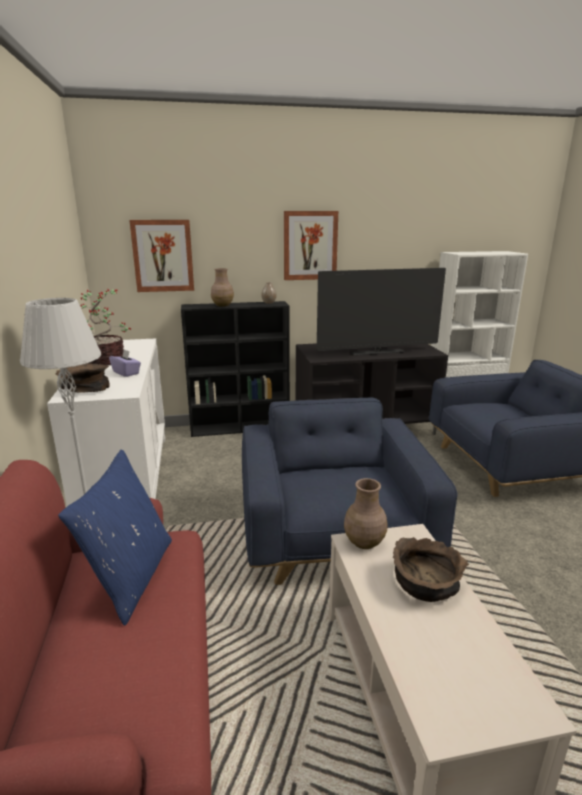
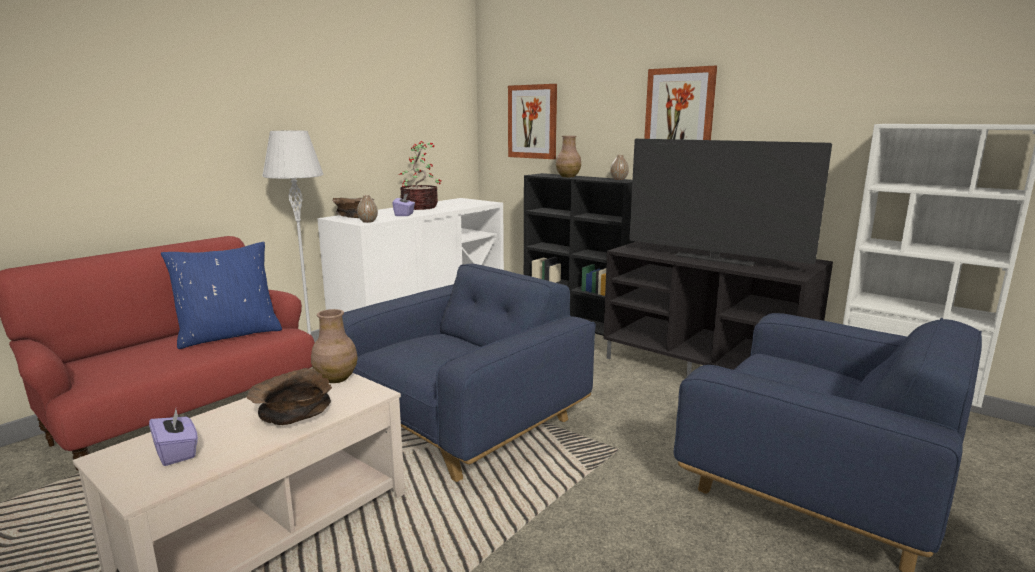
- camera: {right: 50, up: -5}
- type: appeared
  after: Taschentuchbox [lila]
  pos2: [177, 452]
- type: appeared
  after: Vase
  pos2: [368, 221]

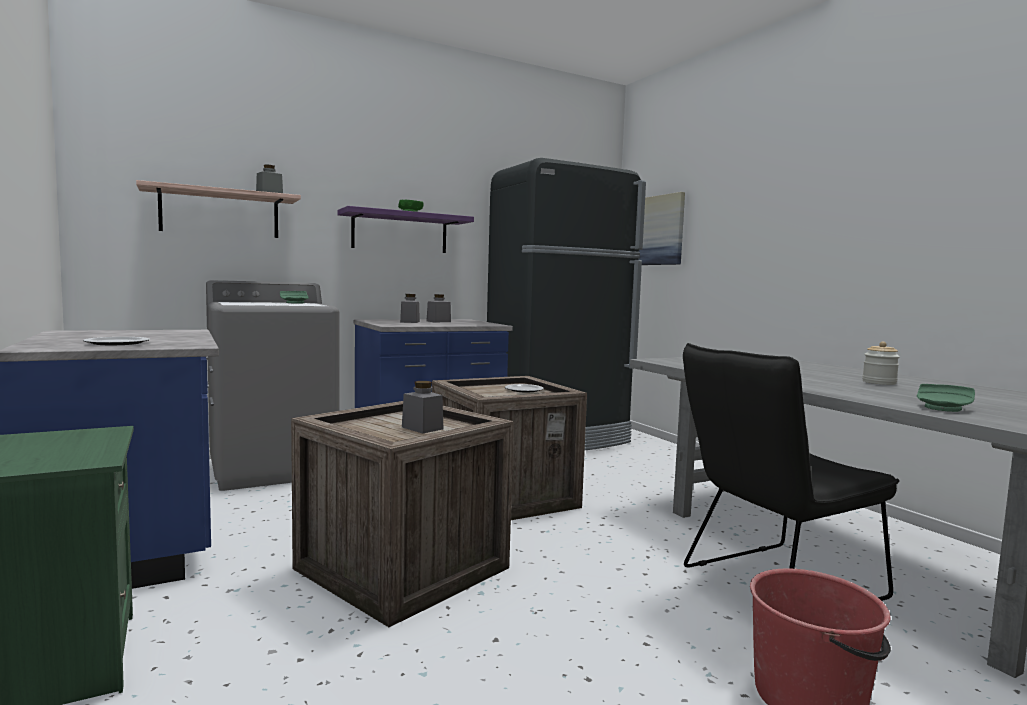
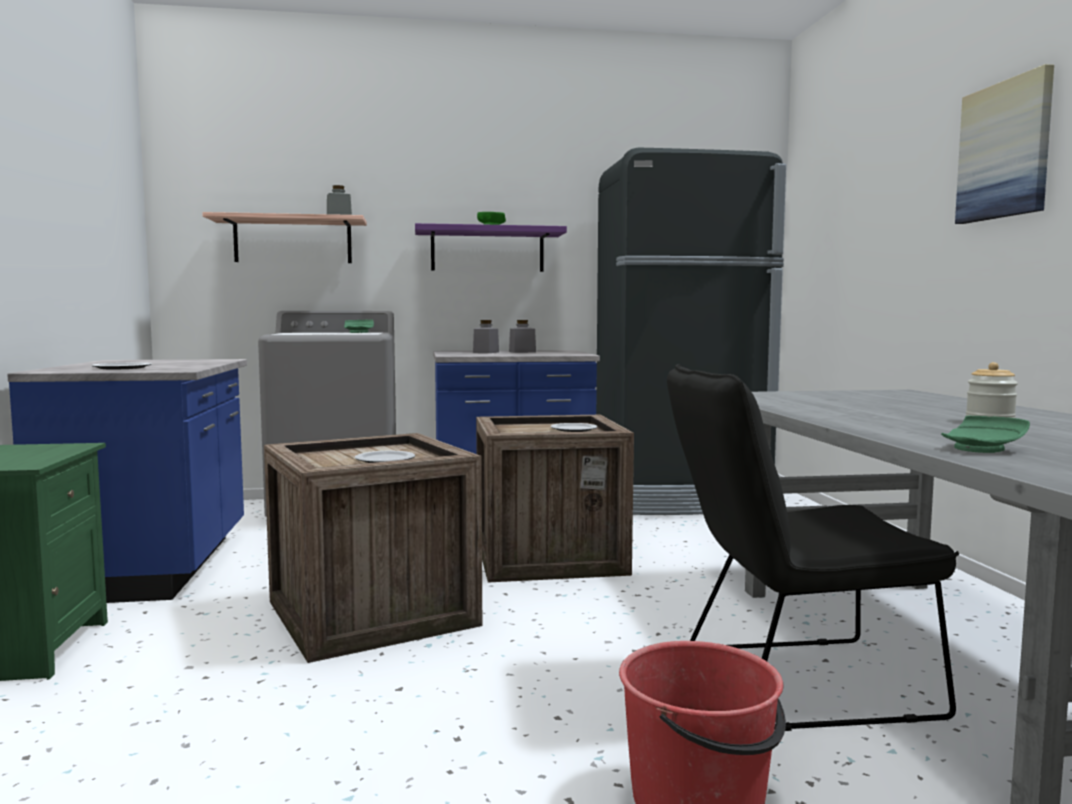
- camera: {right: 20, up: 0}
- type: exchanged
  before: Vorratsglas [grau]
  after: Teller
  pos1: [422, 428]
  pos2: [384, 459]
- type: relocated
  before: Bild
  pos1: [662, 230]
  pos2: [1004, 150]

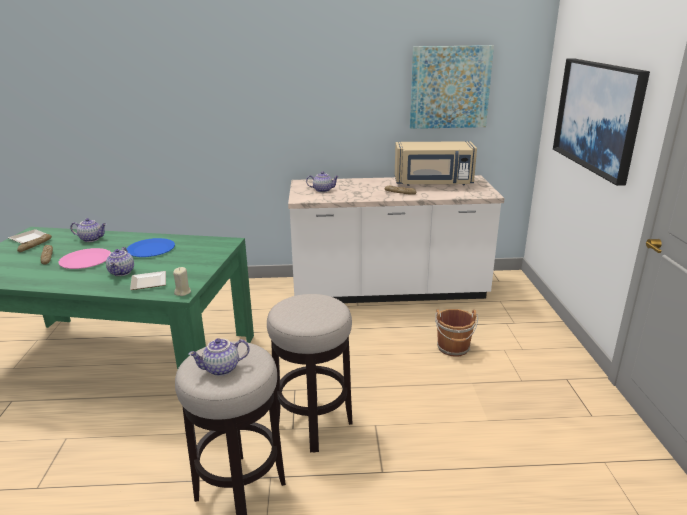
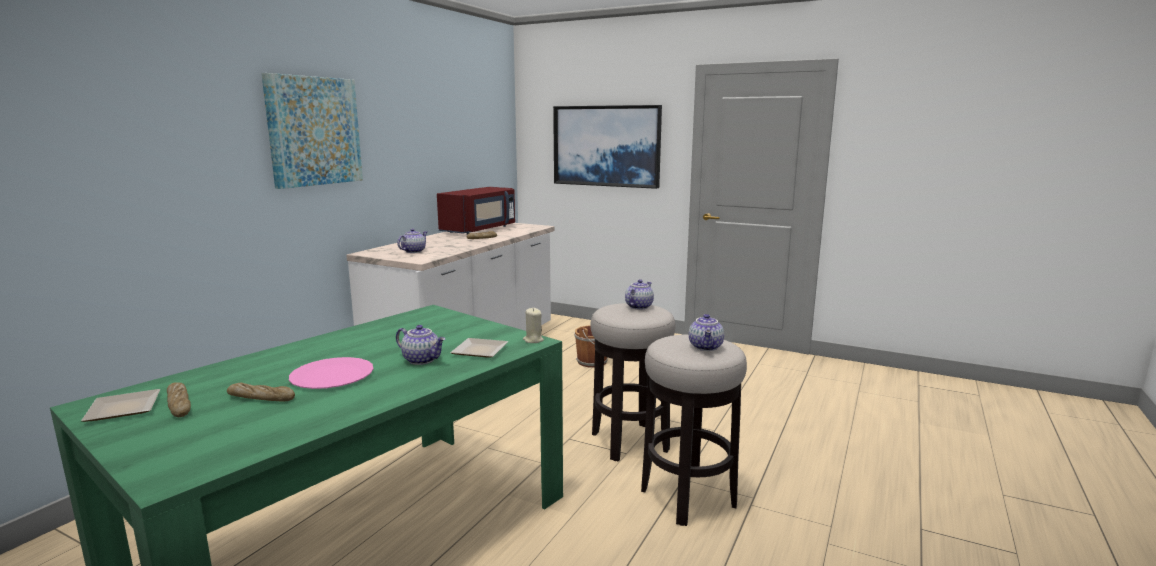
- camera: {right: -60, up: -10}
- type: relocated
  before: Bild
  pos1: [449, 87]
  pos2: [314, 131]
- type: colour
  before: Mikrowelle [beige]
  after: Mikrowelle [rot]
  pos1: [433, 183]
  pos2: [480, 230]
- type: relocated
  before: Teekanne
  pos1: [92, 239]
  pos2: [638, 306]
- type: missing
  before: Teller [blau]
  pos1: [151, 249]

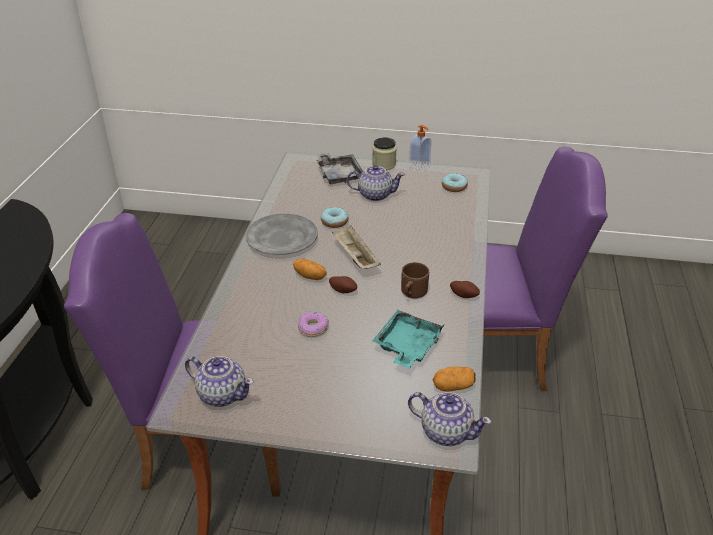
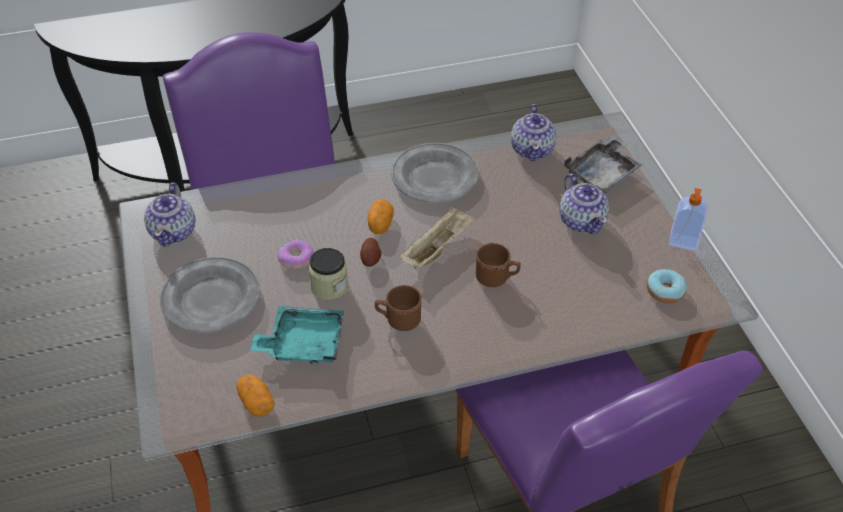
- camera: {right: 65, up: 10}
- type: appeared
  after: Teller [grau]
  pos2: [212, 298]
- type: relocated
  before: Vorratsglas
  pos1: [384, 164]
  pos2: [329, 286]
- type: appeared
  after: Henkelbecher [braun]
  pos2: [496, 278]
- type: relocated
  before: Teekanne
  pos1: [446, 431]
  pos2: [532, 149]
- type: missing
  before: Donut
  pos1: [334, 222]
- type: missing
  before: Kartoffel
  pos1: [464, 295]

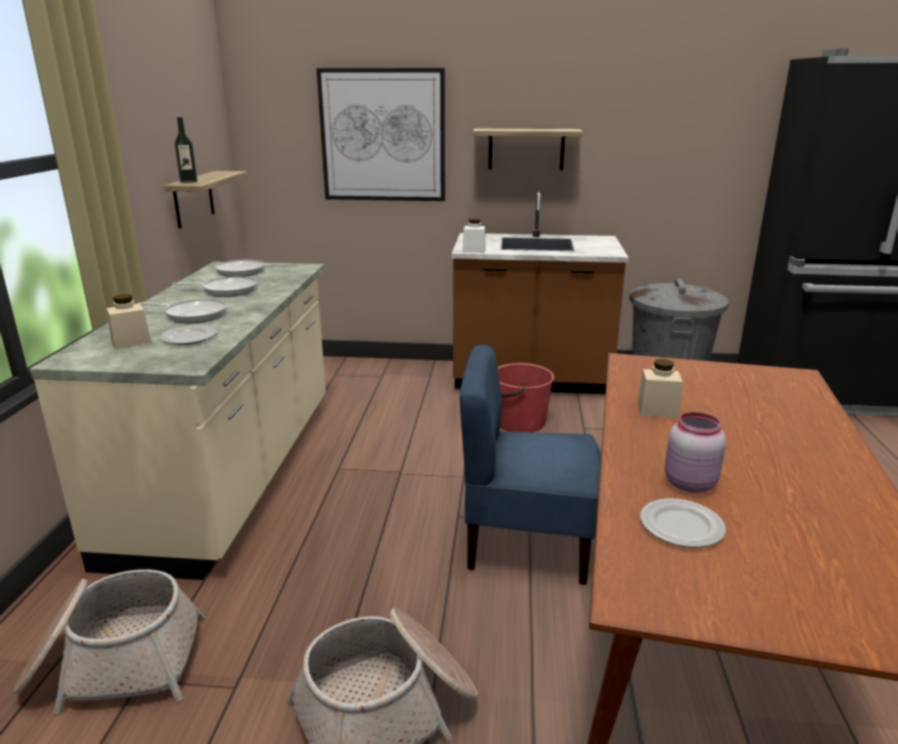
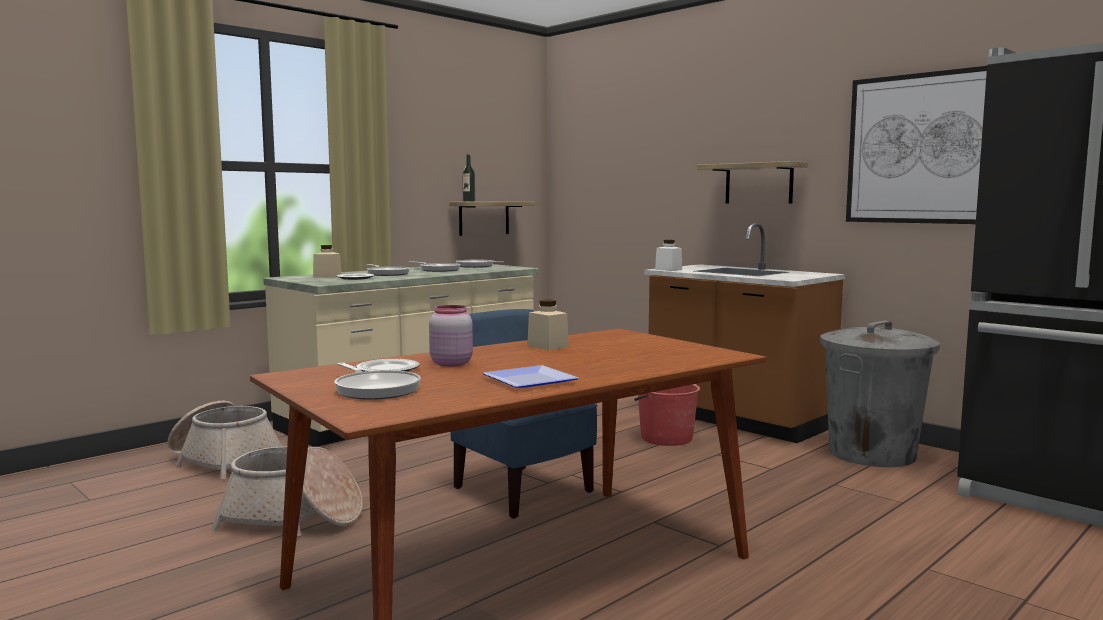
- camera: {right: 40, up: -15}
- type: appeared
  after: Pfanne
  pos2: [375, 389]
- type: appeared
  after: Teller
  pos2: [533, 381]
- type: relocated
  before: Bild
  pos1: [383, 136]
  pos2: [922, 148]

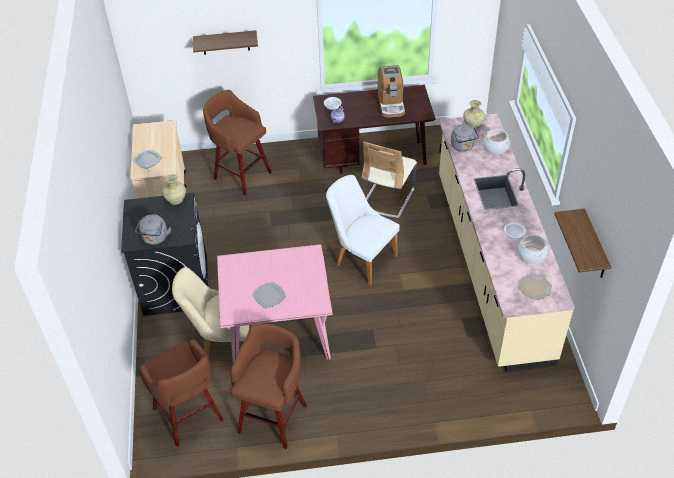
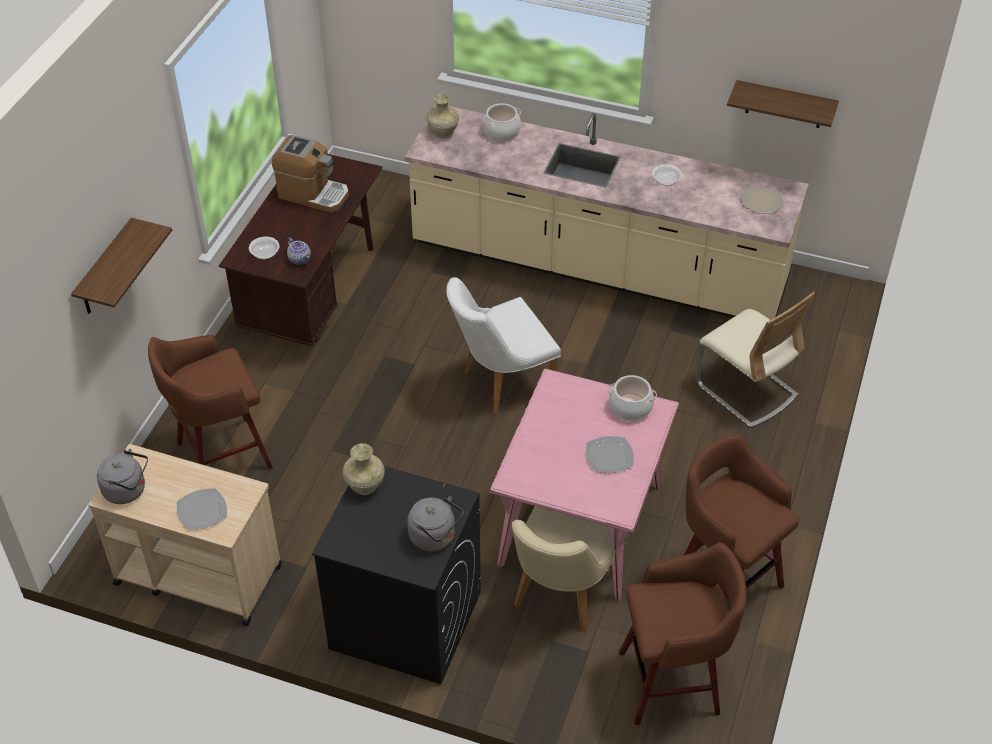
- camera: {right: -65, up: 0}
- type: relocated
  before: Wasserkessel [grau]
  pos1: [463, 146]
  pos2: [128, 490]
- type: relocated
  before: Kochtopf
  pos1: [531, 255]
  pos2: [630, 407]
- type: relocated
  before: Stuhl [beige]
  pos1: [388, 198]
  pos2: [746, 390]

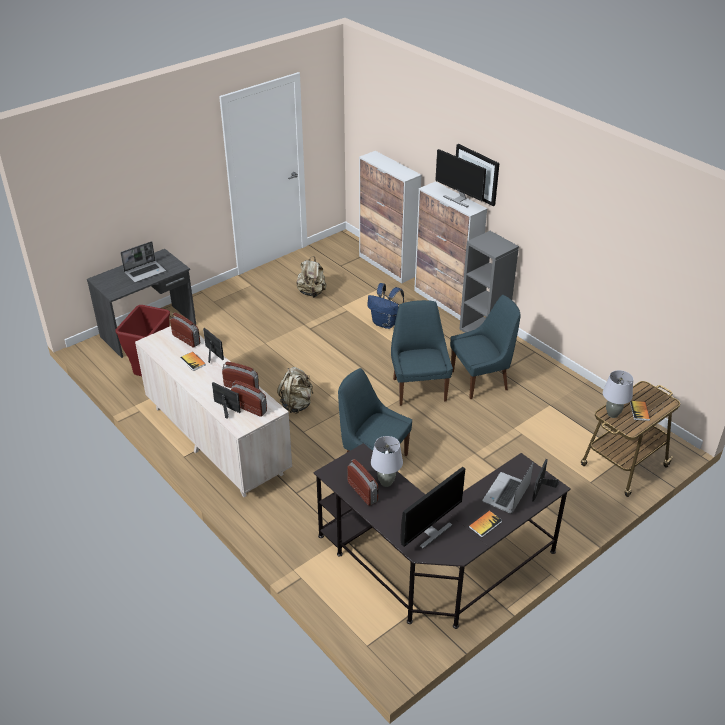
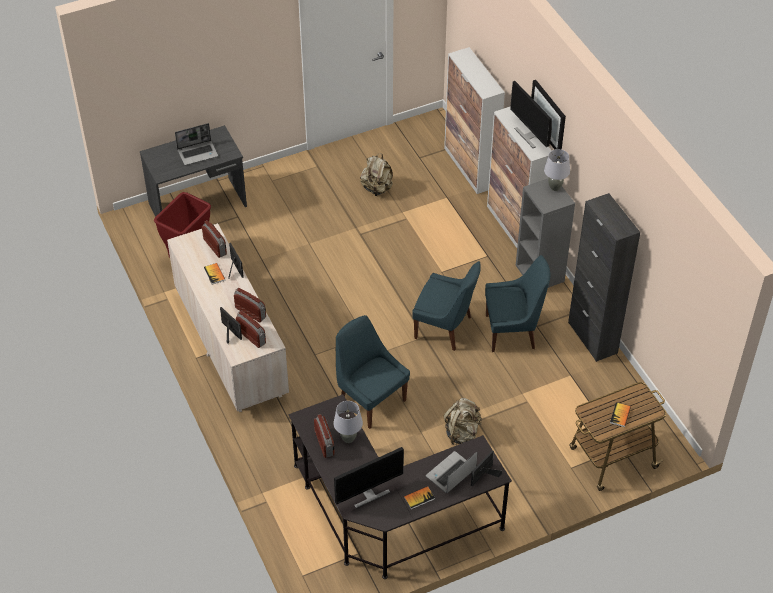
- camera: {right: 15, up: 10}
- type: spun
  before: Stuhl [blau]
  pos1: [419, 388]
  pos2: [445, 328]
  turn: 105
- type: relocated
  before: Rucksack [beige]
  pos1: [297, 404]
  pos2: [462, 433]
- type: relocated
  before: Tischlampe [grau]
  pos1: [612, 414]
  pos2: [554, 187]
- type: appeared
  after: Schrank [schwarz]
  pos2: [592, 338]
- type: missing
  before: Rucksack [blau]
  pos1: [385, 323]

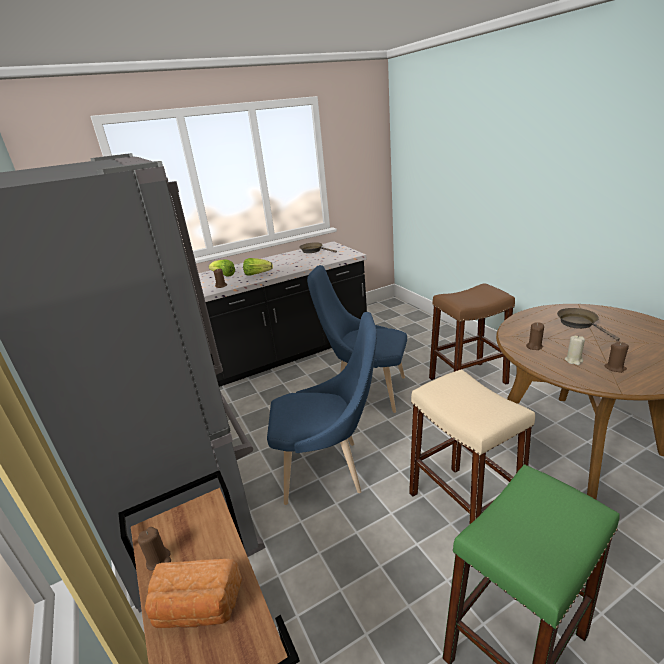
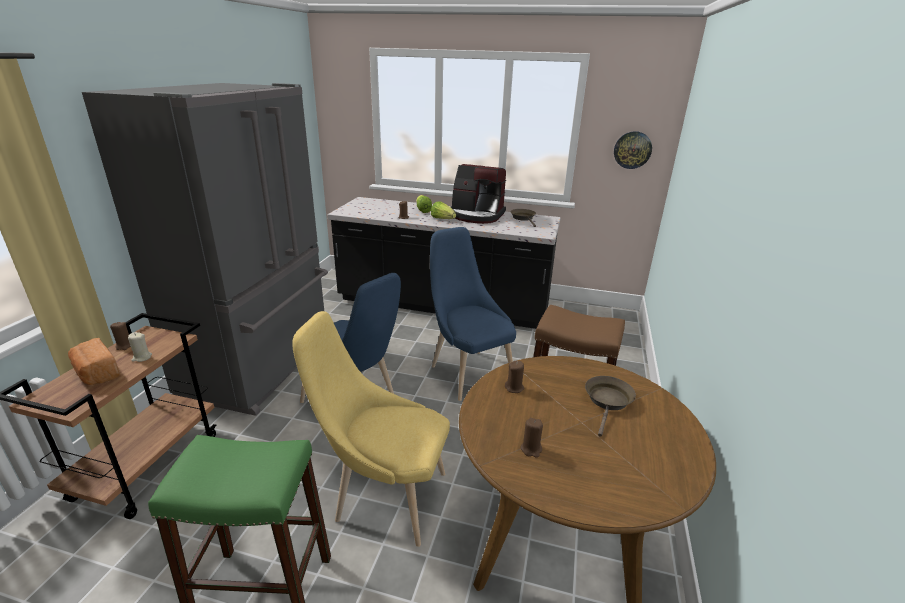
- camera: {right: 40, up: 0}
- type: relocated
  before: Kerze [beige]
  pos1: [573, 360]
  pos2: [142, 357]
- type: exchanged
  before: Hocker [beige]
  after: Stuhl [gelb]
  pos1: [463, 508]
  pos2: [384, 496]
- type: appeared
  after: Kaffeemaschine
  pos2: [476, 215]
- type: appeared
  after: Wanduhr
  pos2: [632, 150]

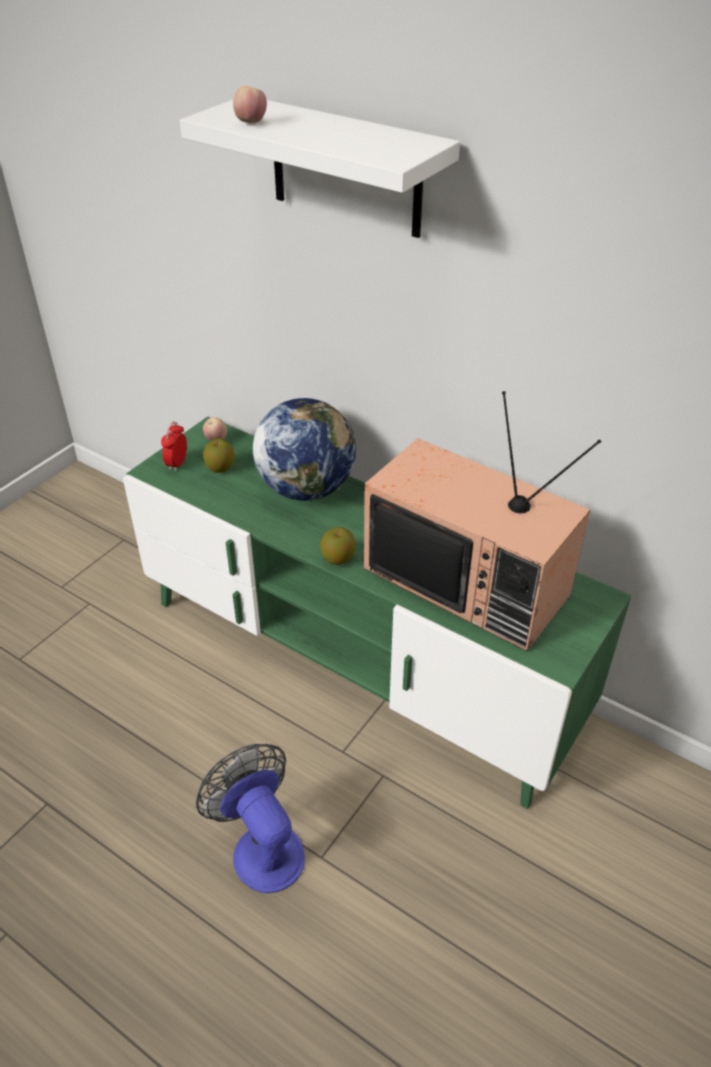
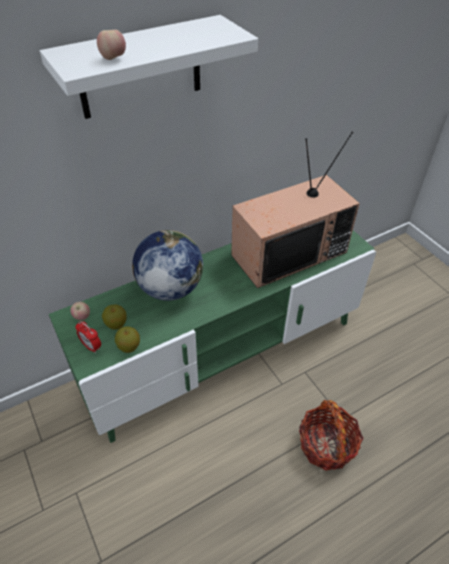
- camera: {right: -65, up: 5}
- type: relocated
  before: Apfel
  pos1: [338, 559]
  pos2: [129, 346]
- type: exchanged
  before: Ventilator
  after: Korb
  pos1: [261, 846]
  pos2: [326, 445]

